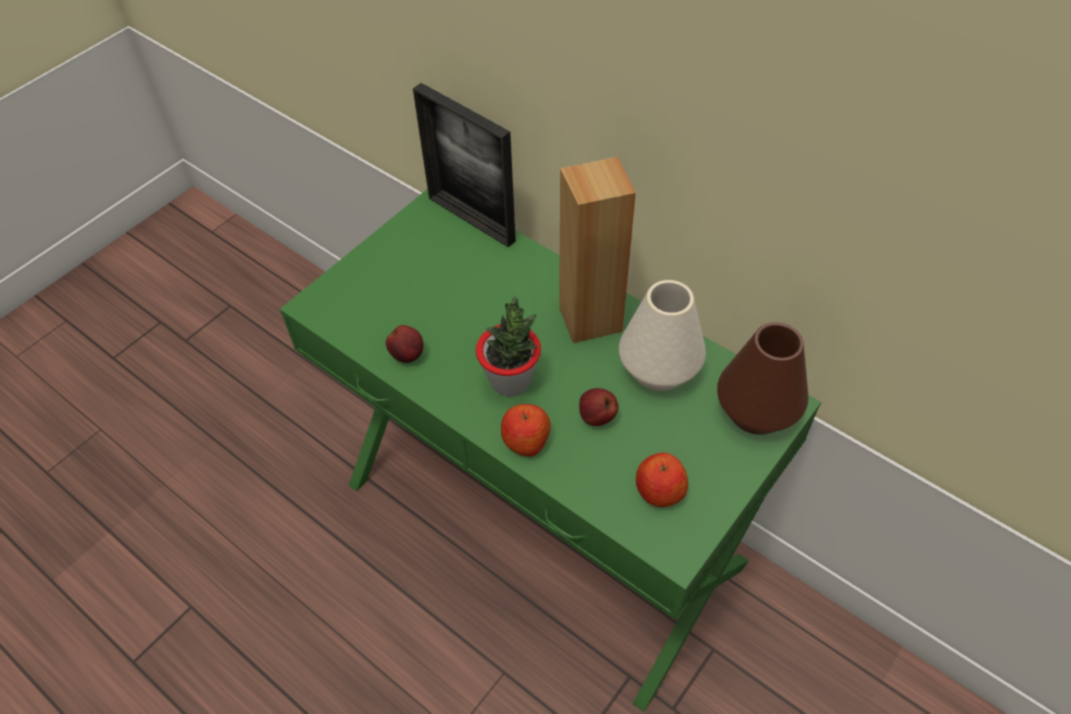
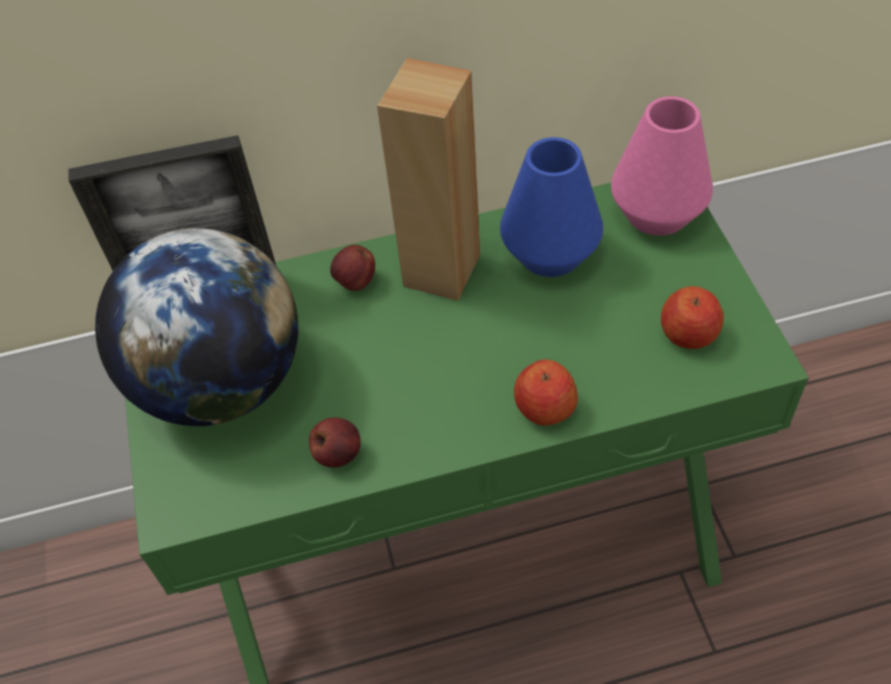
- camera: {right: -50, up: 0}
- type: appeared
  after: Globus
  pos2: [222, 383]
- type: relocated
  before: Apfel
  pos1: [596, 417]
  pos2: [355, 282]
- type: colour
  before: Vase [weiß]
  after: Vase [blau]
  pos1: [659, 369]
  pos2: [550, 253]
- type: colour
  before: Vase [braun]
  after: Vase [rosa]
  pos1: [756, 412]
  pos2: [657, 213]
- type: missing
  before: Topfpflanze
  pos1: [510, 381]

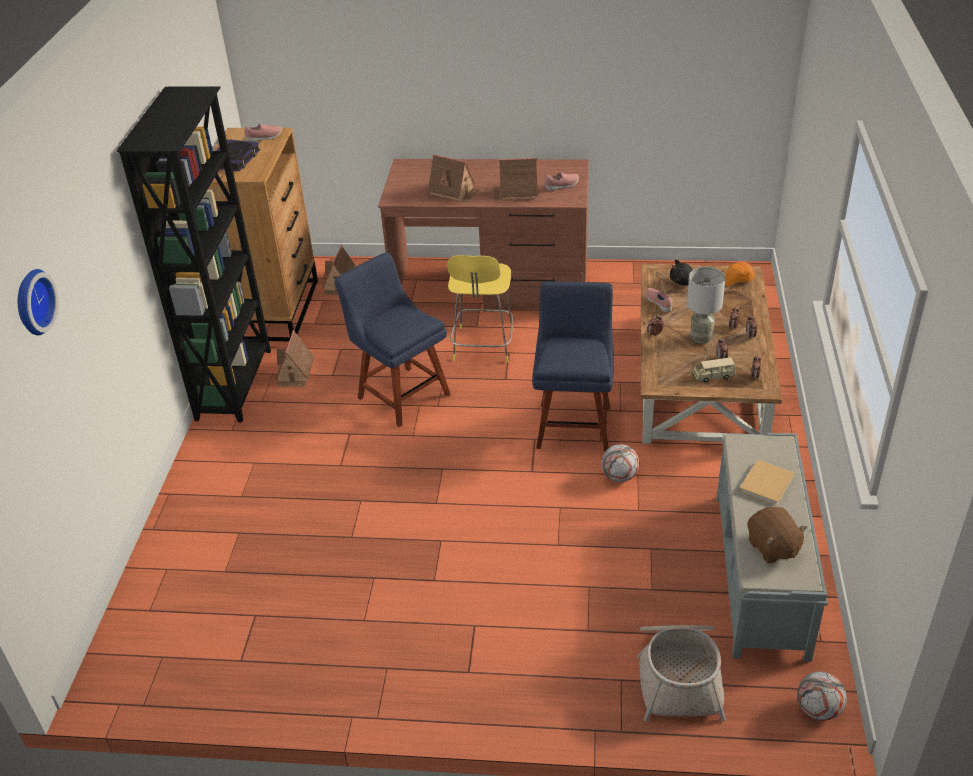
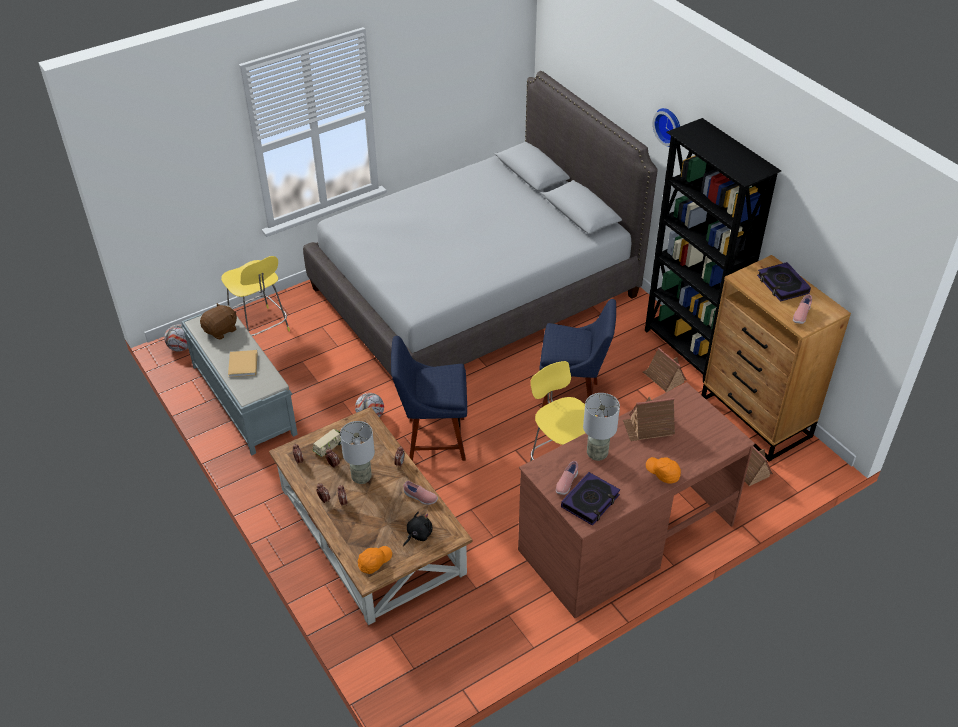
- camera: {right: 140, up: 5}
- type: spun
  before: Plüschtier [braun]
  pos1: [772, 547]
  pos2: [221, 330]
  turn: 105
- type: exchanged
  before: Korb
  after: Hocker [gelb]
  pos1: [679, 675]
  pos2: [260, 329]
- type: appeared
  after: Bett [grau]
  pos2: [475, 292]
- type: spun
  before: Stuhl [blau]
  pos1: [574, 424]
  pos2: [432, 439]
  turn: 120
- type: appeared
  after: Buch
  pos2: [590, 501]
- type: exchanged
  before: Spielzeughaus
  after: Tischlampe [grau]
  pos1: [516, 192]
  pos2: [596, 454]
- type: appeared
  after: Kappe [orange]
  pos2: [662, 473]
- type: relocated
  before: Wanduhr
  pos1: [31, 302]
  pos2: [669, 126]

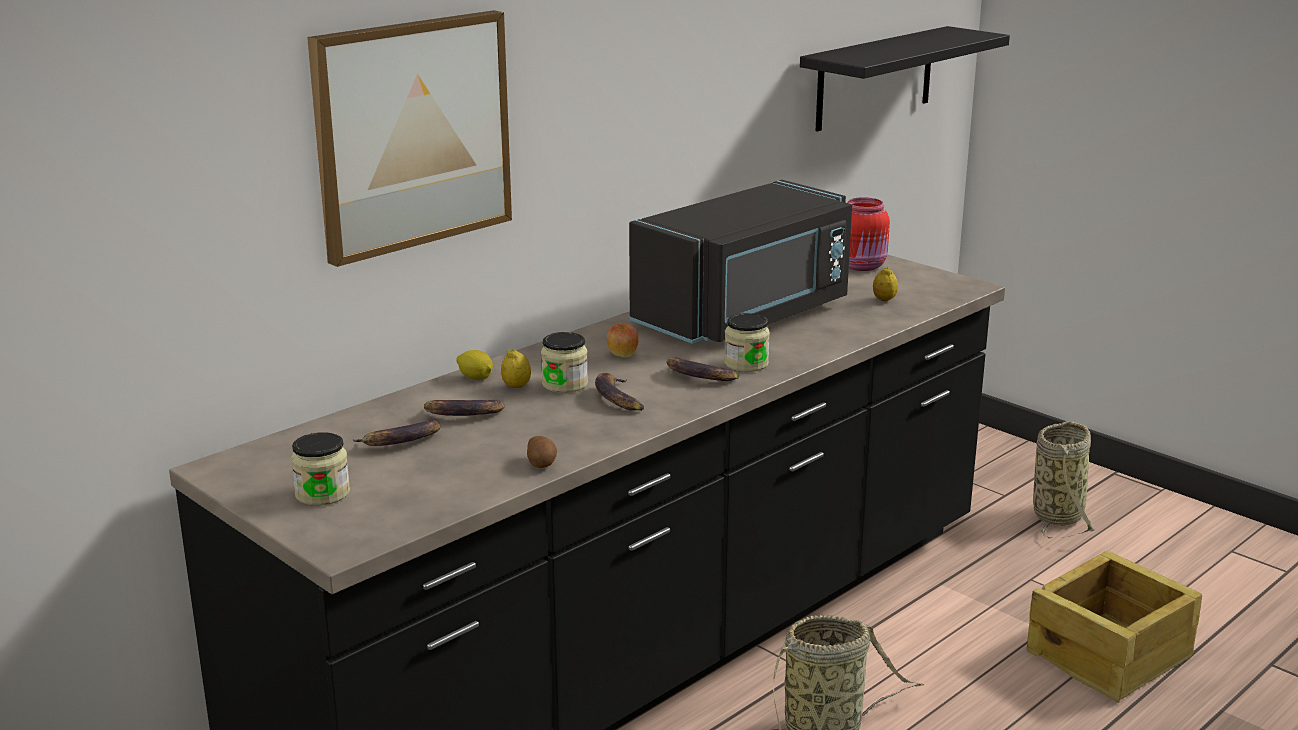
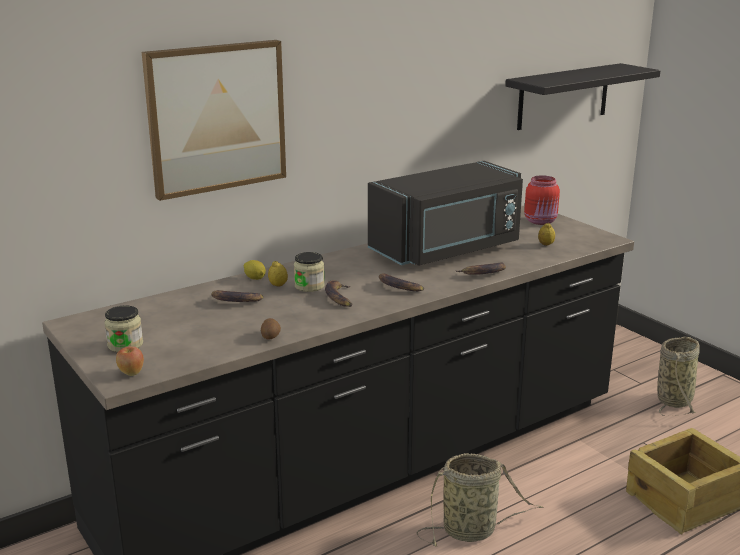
- camera: {right: 10, up: 0}
- type: relocated
  before: Apfel
  pos1: [622, 355]
  pos2: [131, 373]
- type: relocated
  before: Banane
  pos1: [401, 441]
  pos2: [483, 273]
- type: missing
  before: Vorratsglas
  pos1: [746, 364]

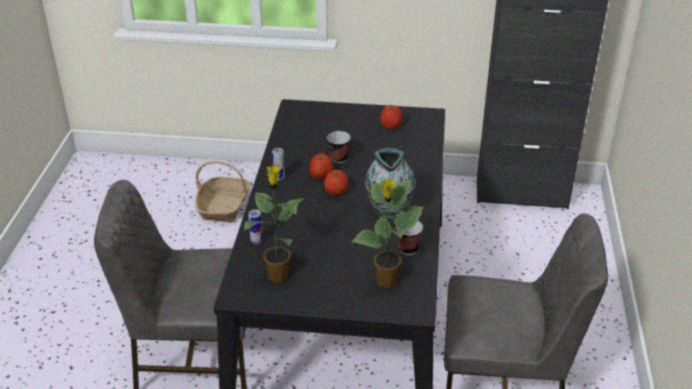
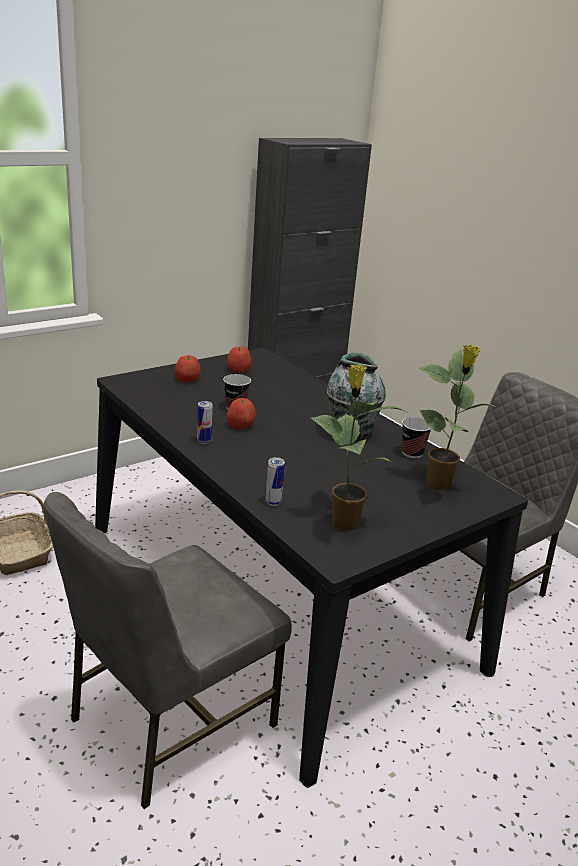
- camera: {right: -45, up: -10}
- type: relocated
  before: Apfel
  pos1: [336, 191]
  pos2: [187, 379]

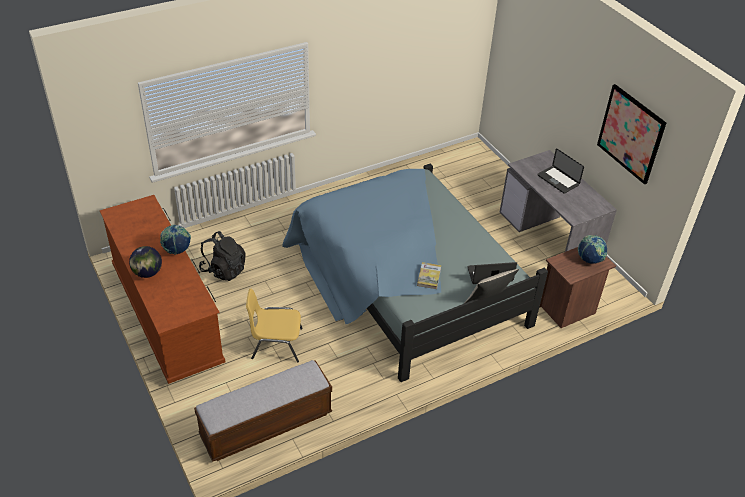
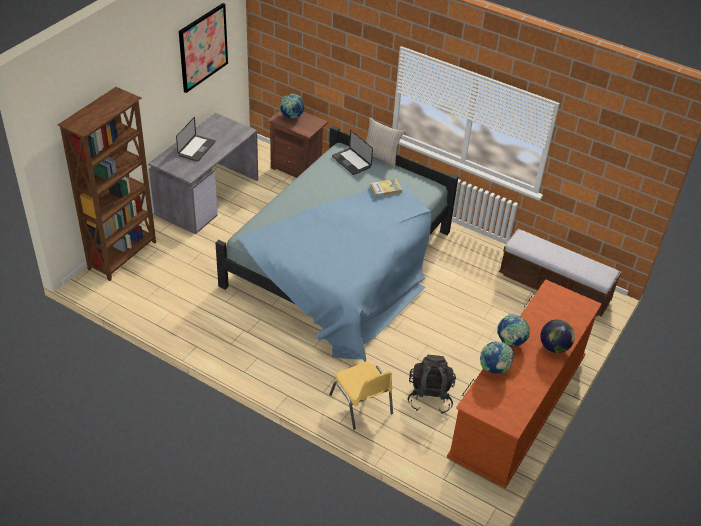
- camera: {right: -120, up: 0}
- type: appeared
  after: Bücherregal [braun]
  pos2: [123, 255]
- type: relocated
  before: Stuhl [gelb]
  pos1: [276, 343]
  pos2: [362, 405]
- type: appeared
  after: Globus
  pos2: [494, 369]

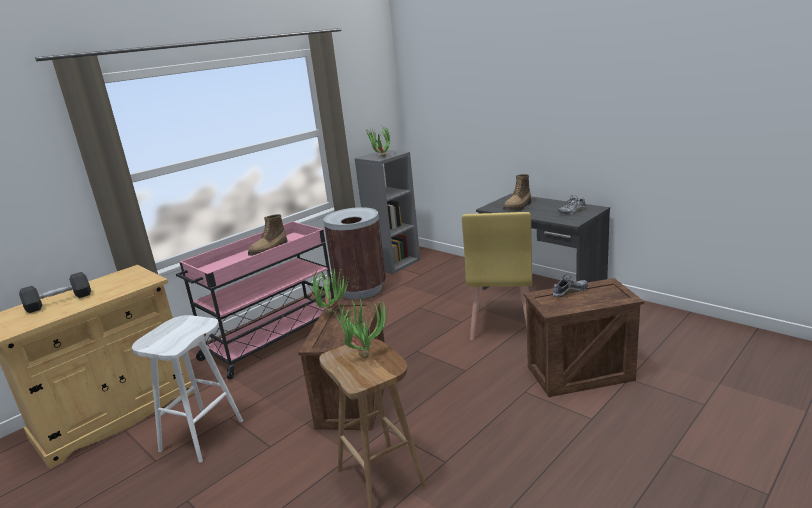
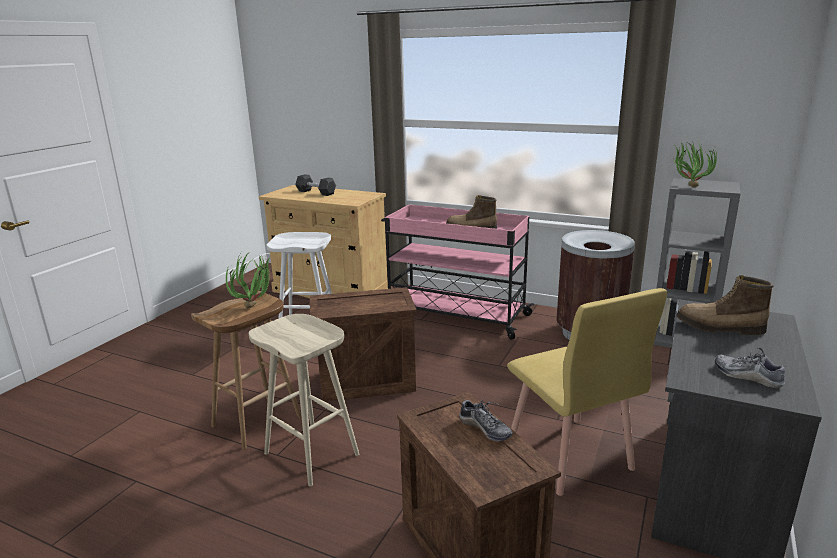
- camera: {right: 70, up: 0}
- type: appeared
  after: Hocker [beige]
  pos2: [313, 454]
- type: spun
  before: Stuhl [gelb]
  pos1: [501, 325]
  pos2: [569, 455]
  turn: -105
- type: missing
  before: Topfpflanze
  pos1: [332, 311]

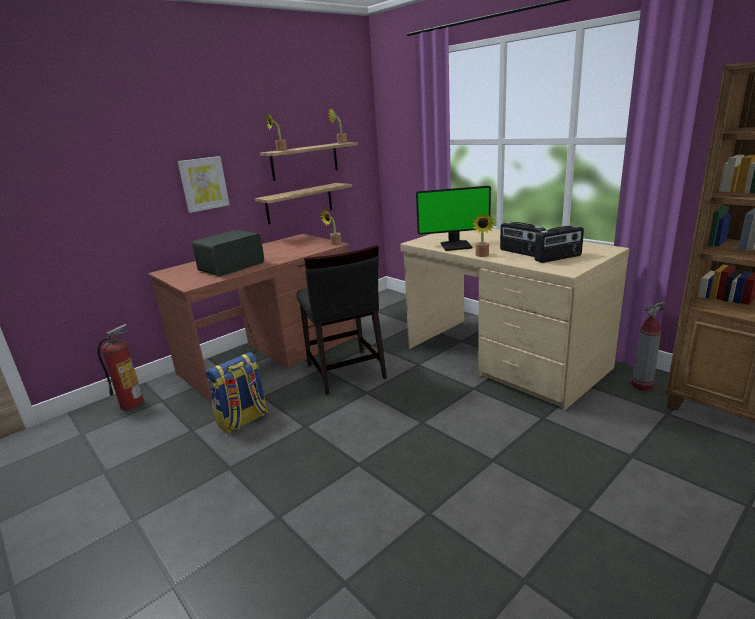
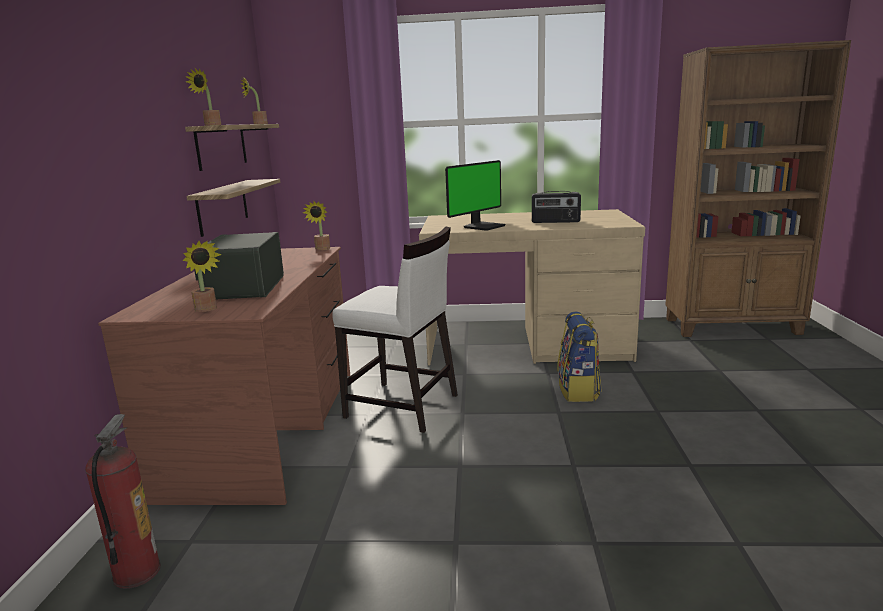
- camera: {right: -45, up: -5}
- type: relocated
  before: Topfpflanze
  pos1: [482, 255]
  pos2: [207, 309]
- type: colour
  before: Stuhl [schwarz]
  after: Stuhl [weiß]
  pos1: [345, 372]
  pos2: [402, 406]
- type: relocated
  before: Rucksack
  pos1: [243, 420]
  pos2: [578, 391]
- type: missing
  before: Bild
  pos1: [203, 184]
- type: missing
  before: Radio
  pos1: [558, 258]
- type: missing
  before: Feuerlöscher
  pos1: [641, 386]

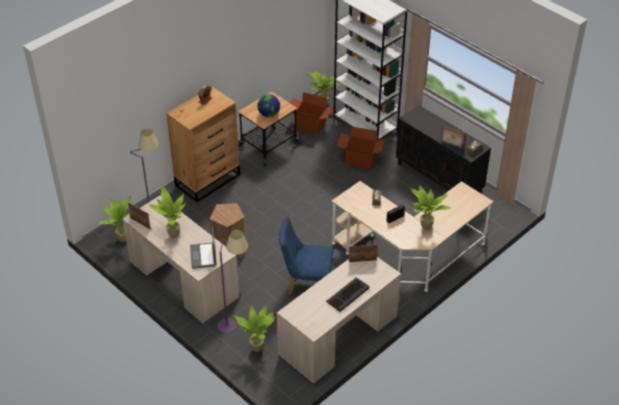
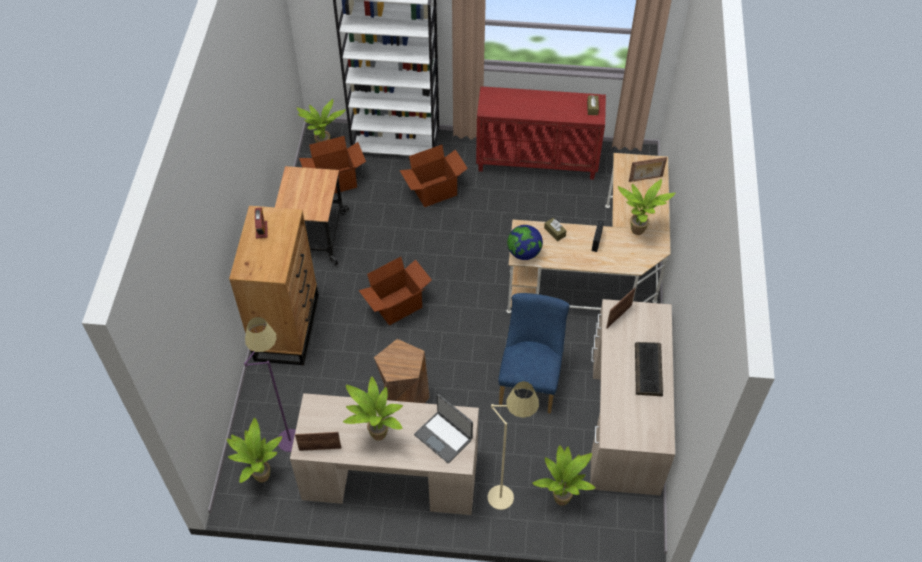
- camera: {right: -40, up: 10}
- type: appeared
  after: Karton
  pos2: [397, 306]
- type: colour
  before: Schrank [schwarz]
  after: Schrank [rot]
  pos1: [439, 179]
  pos2: [537, 161]
- type: colour
  before: Stehlampe [lila]
  after: Stehlampe [beige]
  pos1: [235, 324]
  pos2: [507, 488]
- type: spun
  before: Stuhl [blau]
  pos1: [306, 283]
  pos2: [530, 380]
  turn: 135
- type: relocated
  before: Globus
  pos1: [269, 114]
  pos2: [524, 253]
- type: relocated
  before: Bilderrahmen
  pos1: [451, 145]
  pos2: [645, 179]

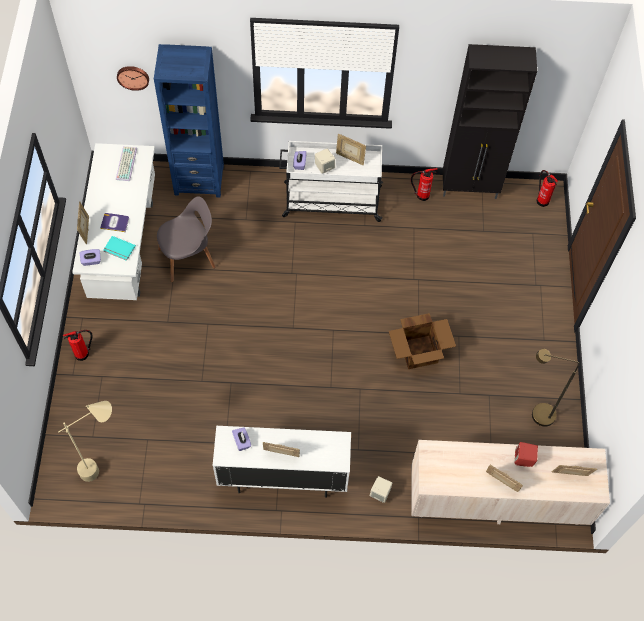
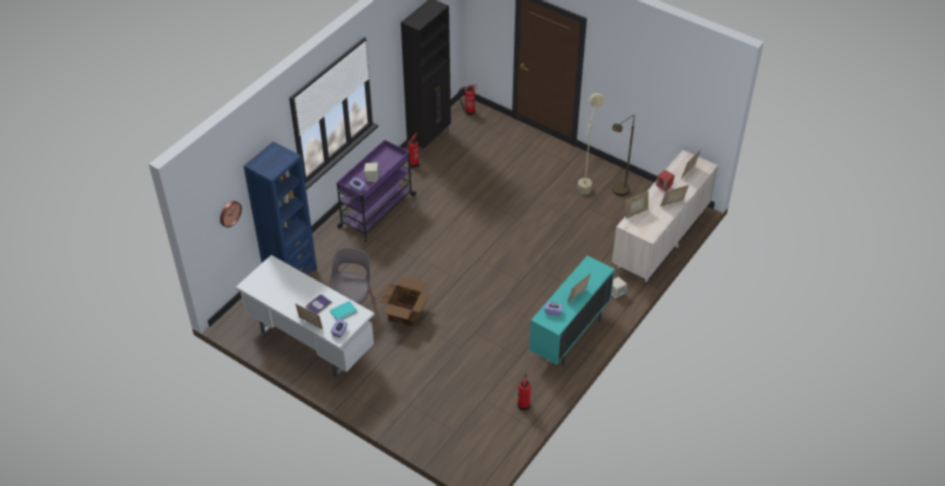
- camera: {right: -55, up: -15}
- type: colour
  before: Rollwagen [weiß]
  after: Rollwagen [lila]
  pos1: [330, 202]
  pos2: [376, 212]
- type: relocated
  before: Karton
  pos1: [419, 352]
  pos2: [405, 313]
- type: relocated
  before: Feuerlöscher
  pos1: [83, 353]
  pos2: [524, 404]
- type: colour
  before: Schrank [weiß]
  after: Schrank [türkis]
  pos1: [283, 478]
  pos2: [569, 337]
- type: relocated
  before: Stehlampe [beige]
  pos1: [105, 467]
  pos2: [586, 181]
- type: relocated
  before: Bilderrahmen
  pos1: [350, 158]
  pos2: [635, 213]
- type: missing
  before: Tastatur
  pos1: [125, 163]

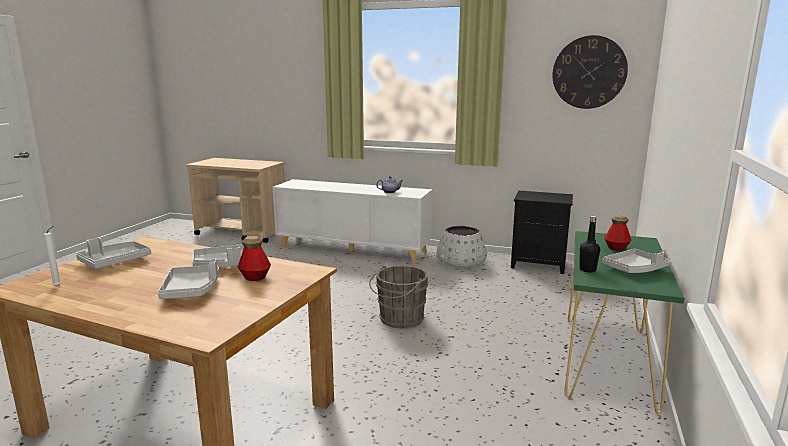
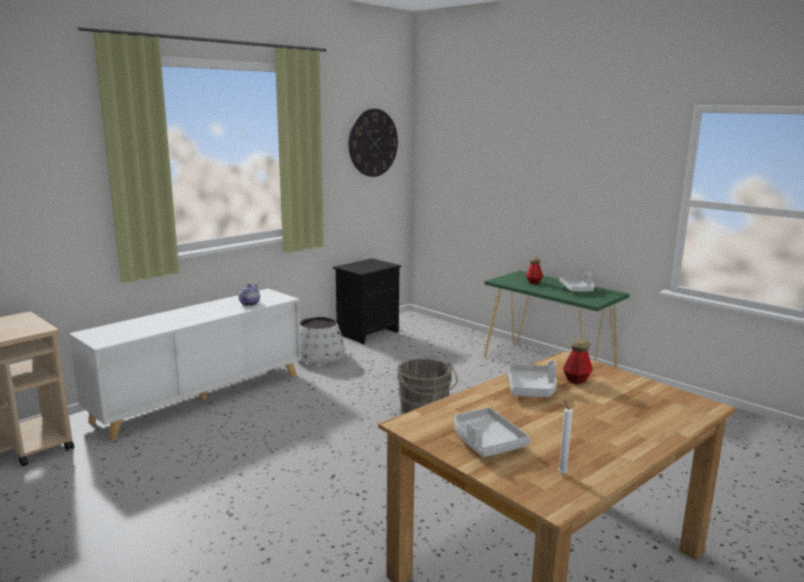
- camera: {right: -65, up: 0}
- type: missing
  before: Tablett [grau]
  pos1: [191, 290]
- type: missing
  before: Flasche [schwarz]
  pos1: [587, 270]

